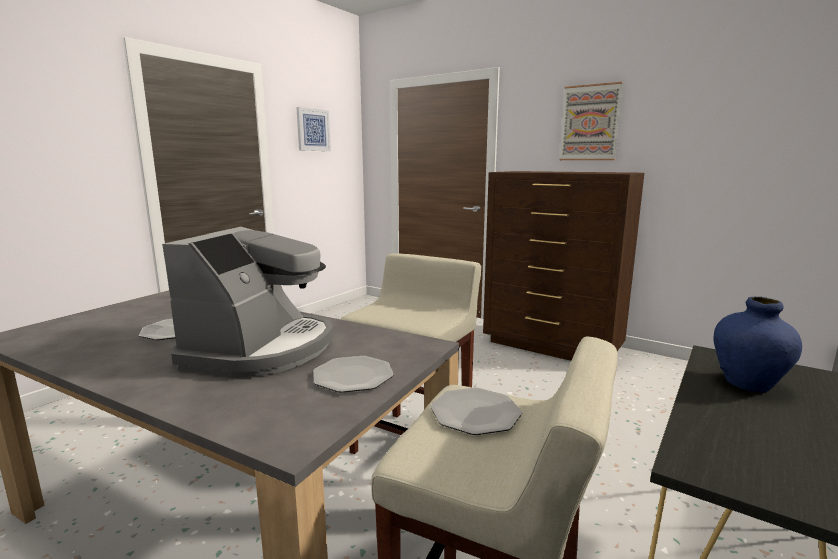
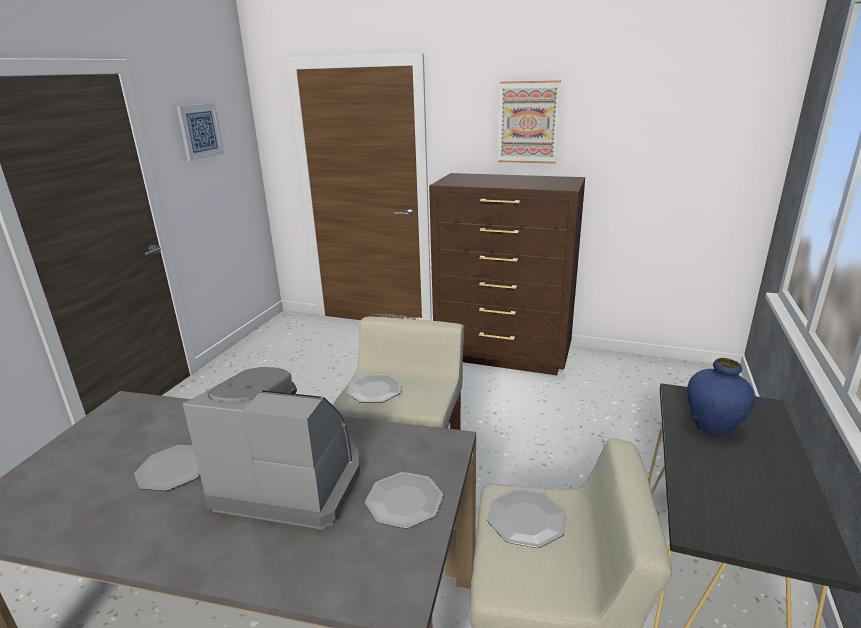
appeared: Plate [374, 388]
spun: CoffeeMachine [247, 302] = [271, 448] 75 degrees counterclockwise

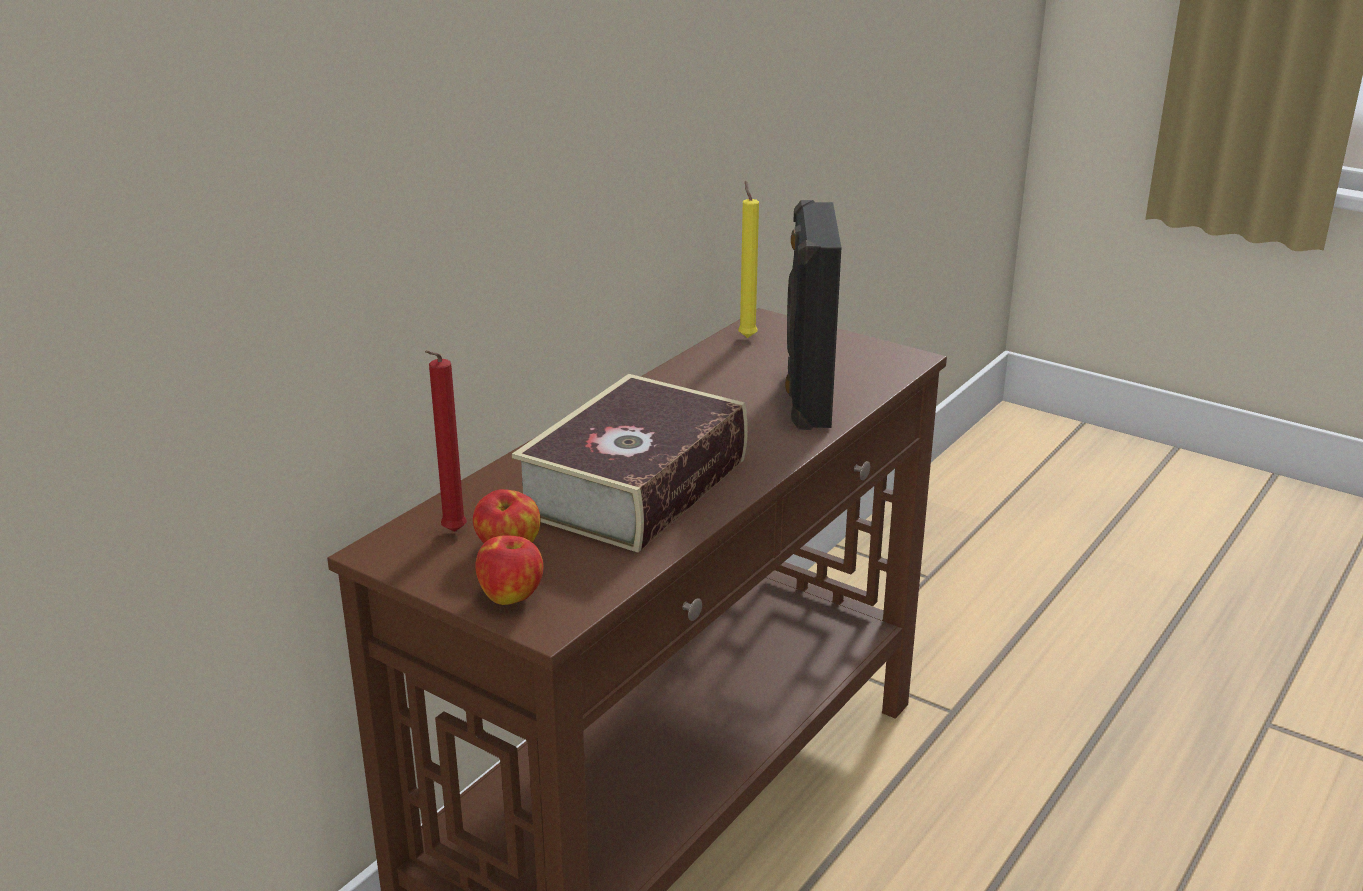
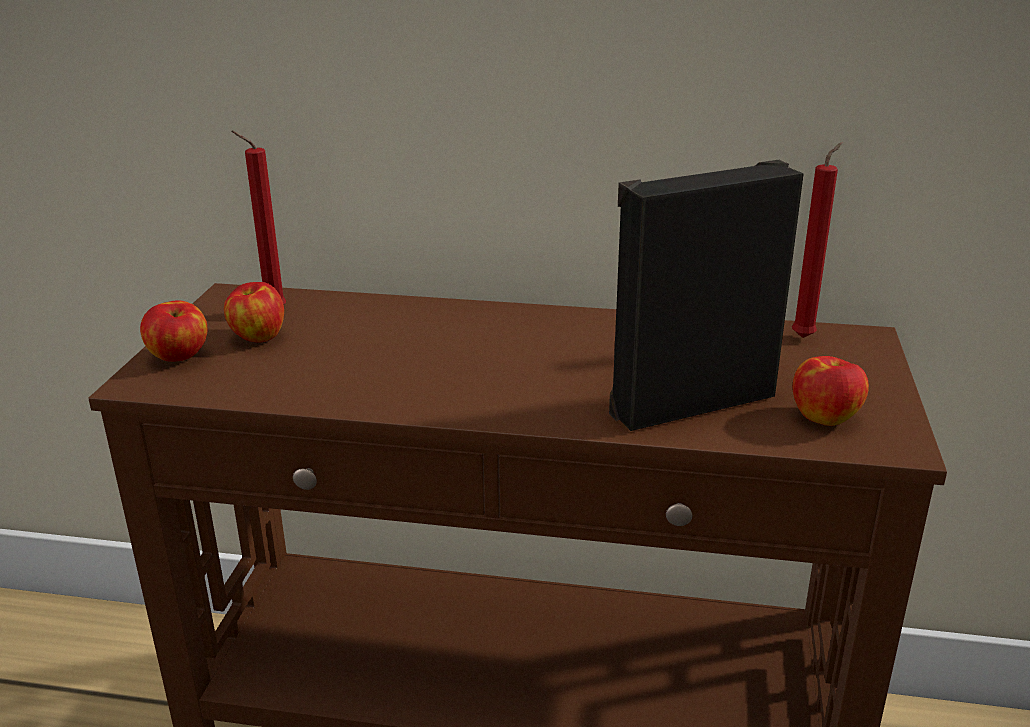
missing: Book [630, 463]
appeared: Apple [830, 391]
colour: YellowCandle [748, 259] to RedCandle [817, 240]

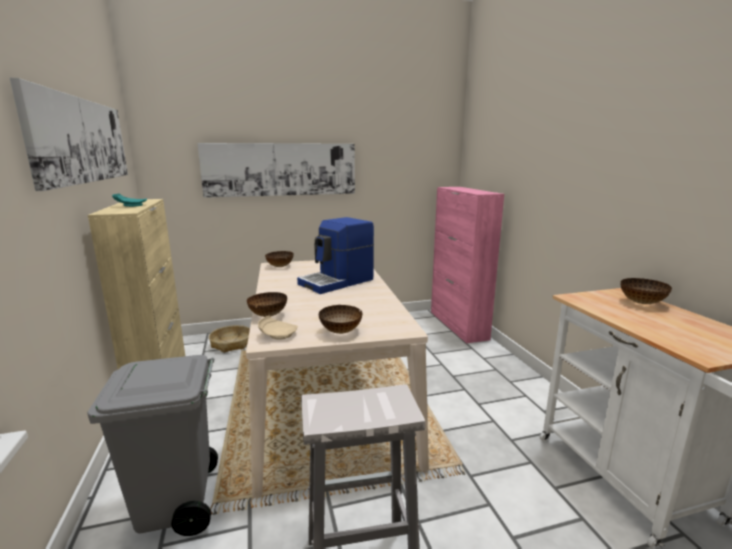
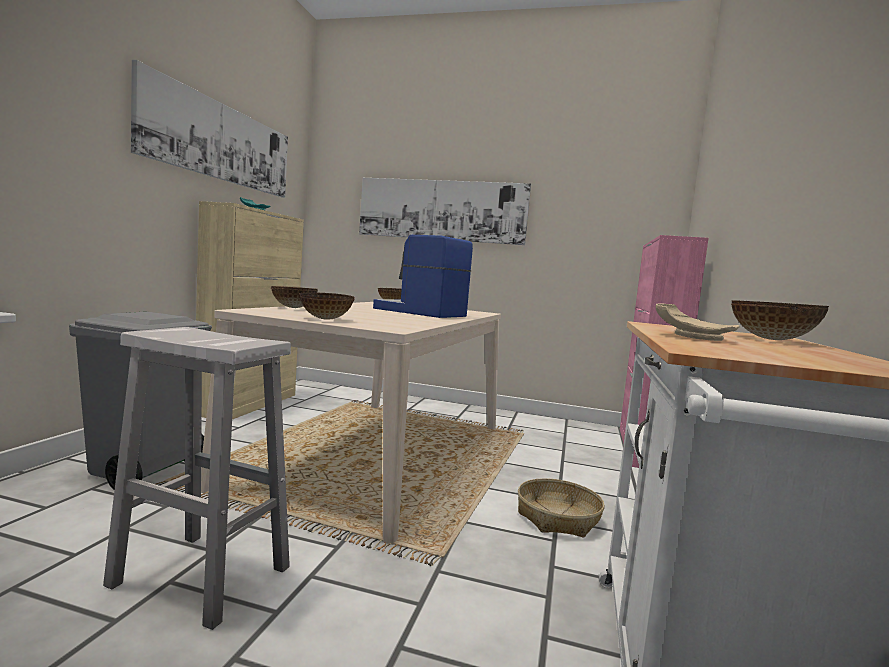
relocated: Basket [229, 339] to [561, 507]; BeigePlate [278, 327] to [698, 322]
spun: CoffeeMachine [335, 255] = [423, 276] 45 degrees clockwise

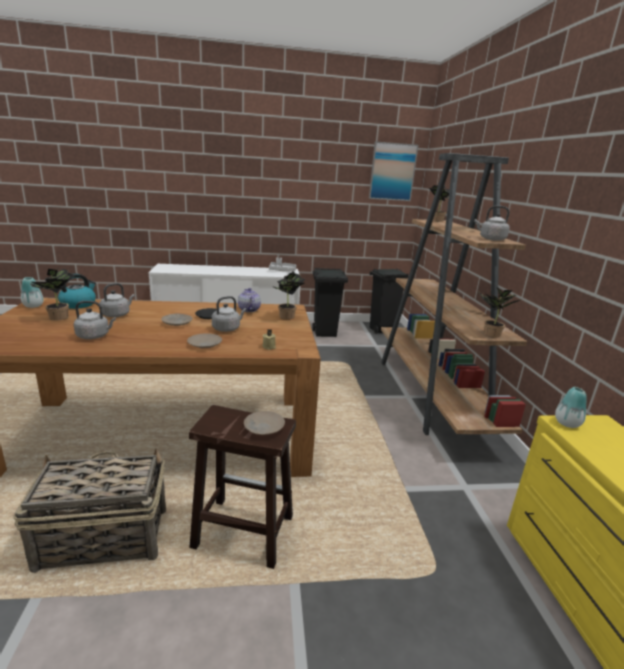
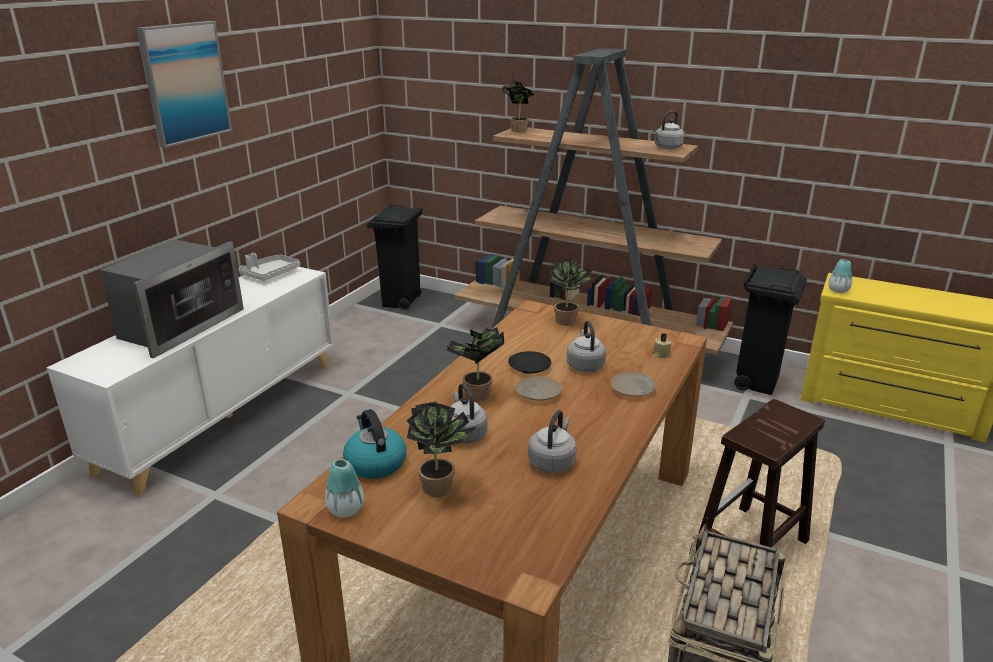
missing: Teapot [249, 300]; BeigePlate [264, 423]
appeared: Microwave [172, 299]
relocated: Picture [393, 171] to [184, 84]; PottedPlant [500, 312] to [474, 364]; BlackTrashCan [330, 302] to [770, 329]

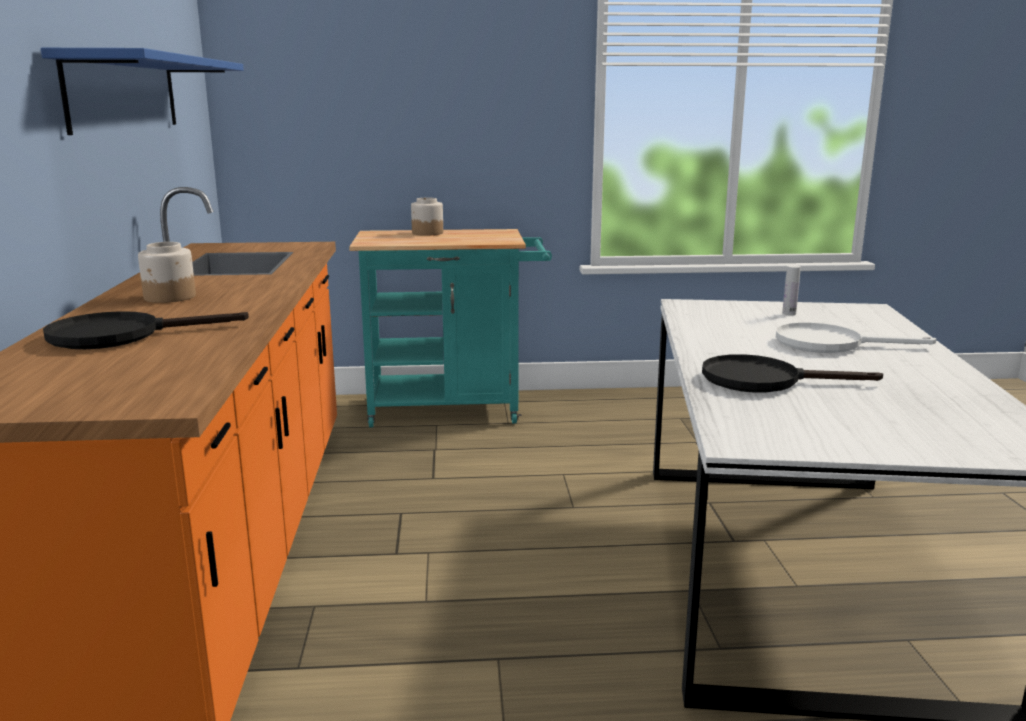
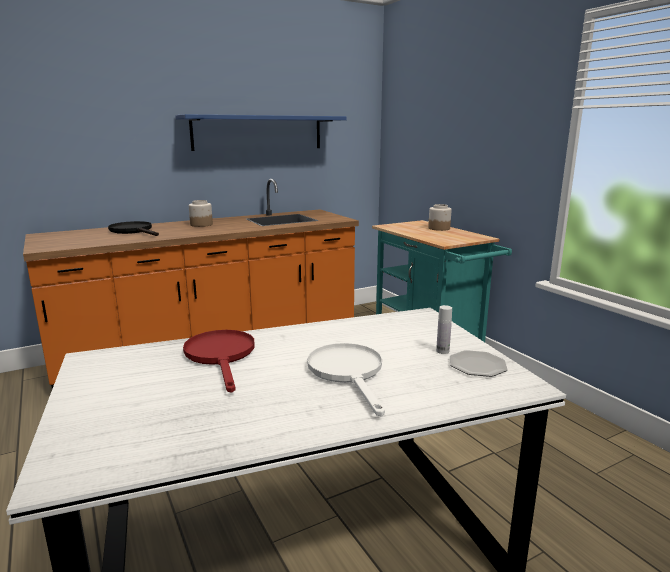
appeared: Plate [479, 363]
colour: BlackFryingPan [792, 373] to RedFryingPan [219, 361]

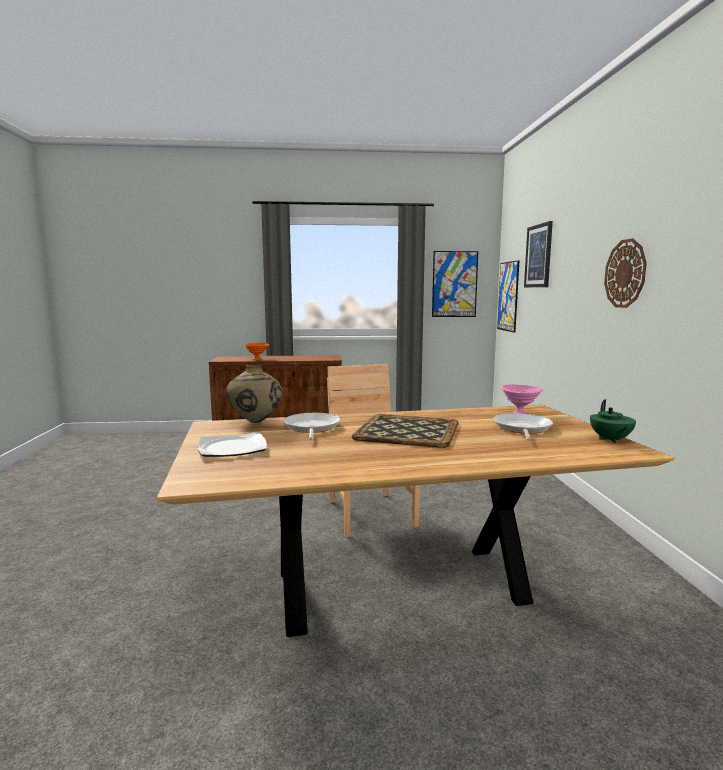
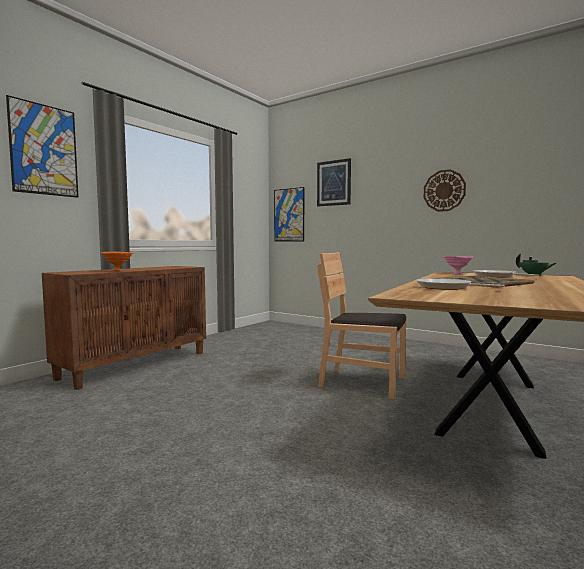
missing: Plate [232, 444]; BeigeVase [254, 394]
relocated: Picture [455, 284] to [42, 146]

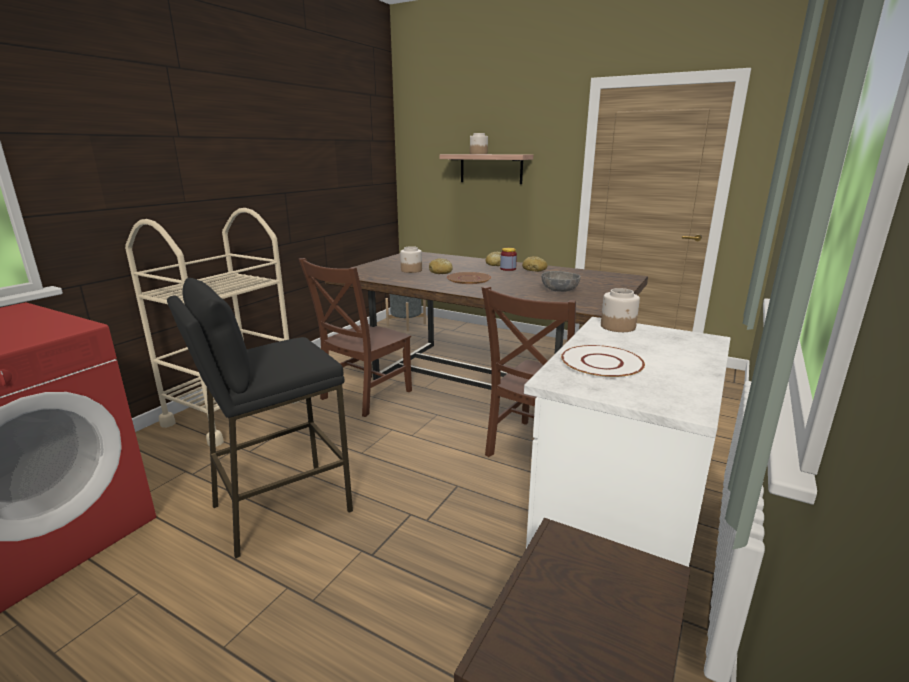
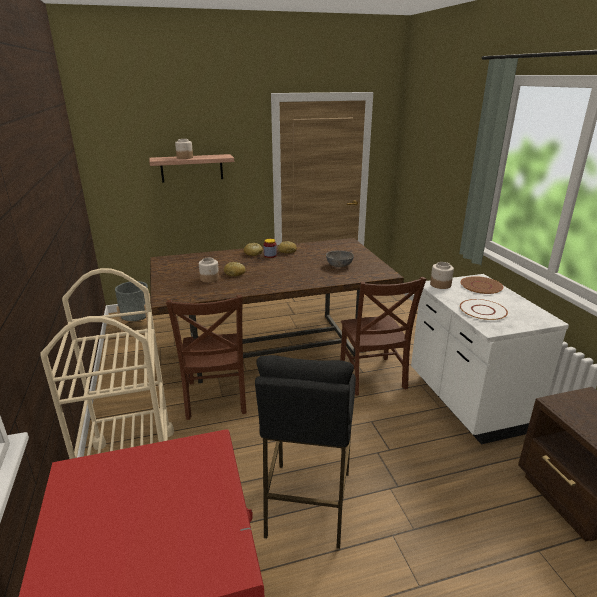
relocated: BrownPlate [469, 278] to [481, 285]

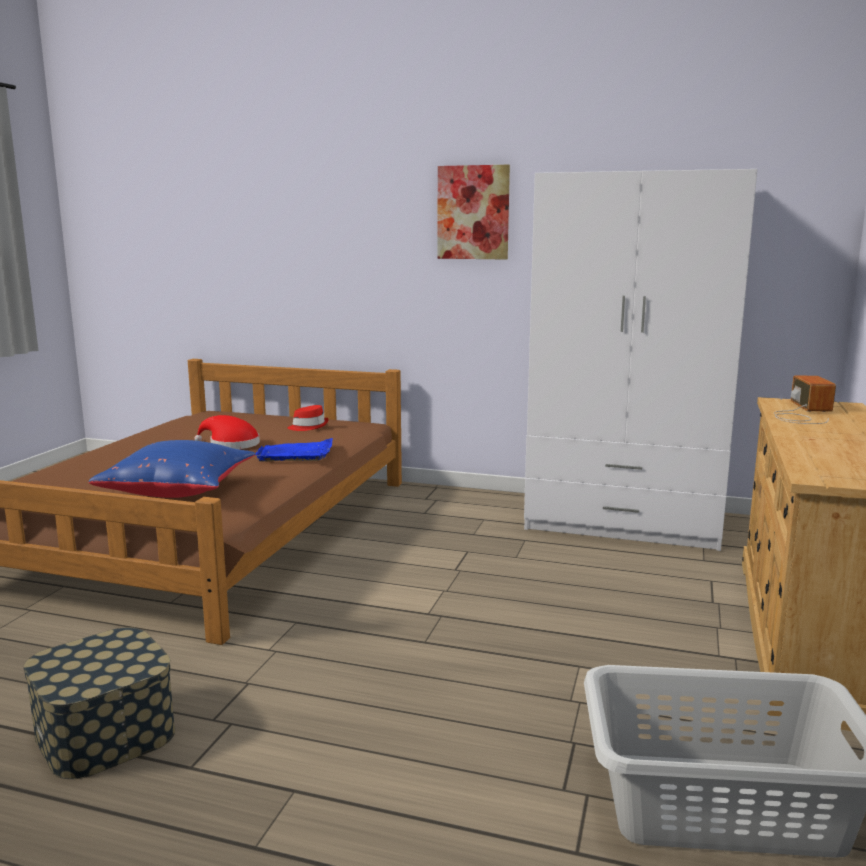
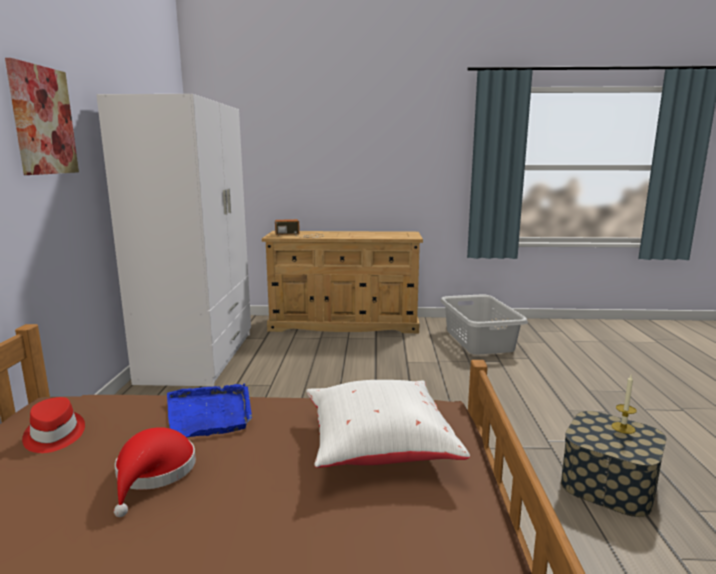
appeared: Candle [624, 404]
colour: BluePillow [172, 469] to WhitePillow [388, 424]

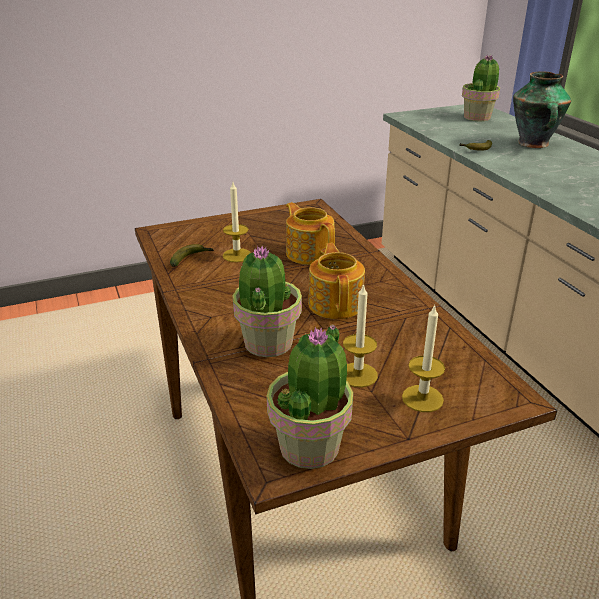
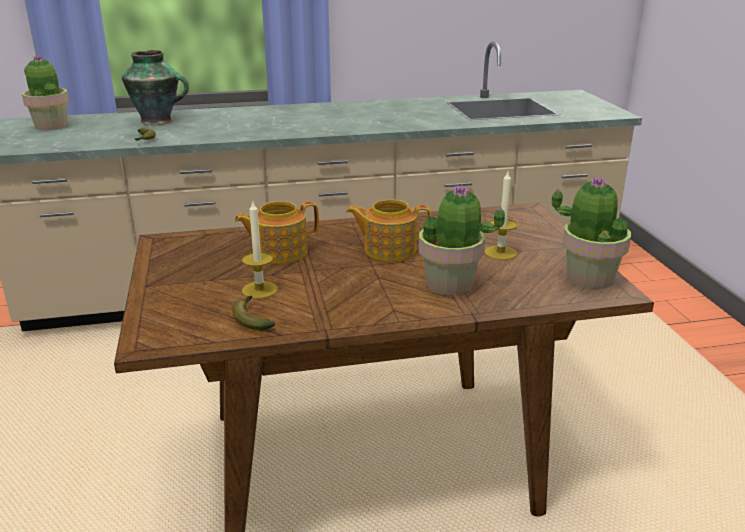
missing: Candle [423, 358]

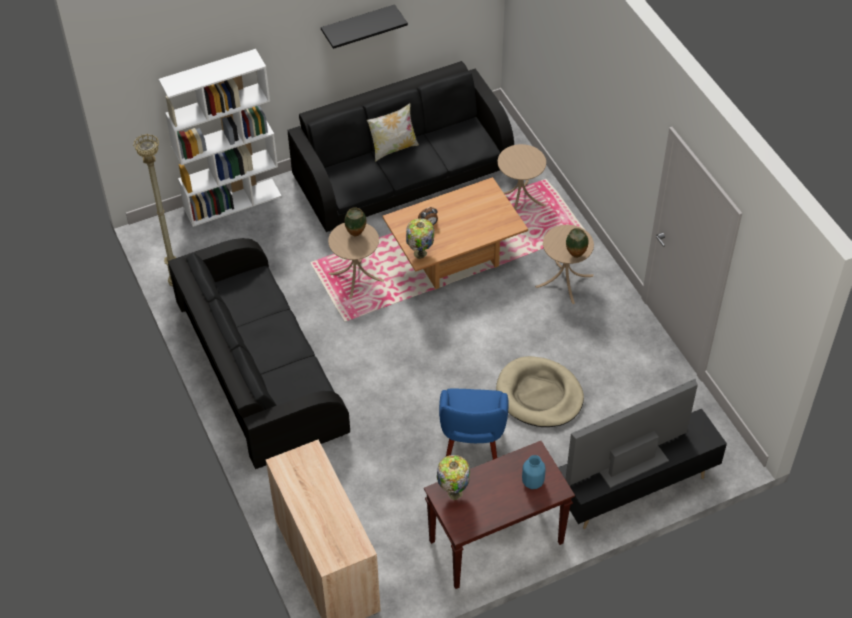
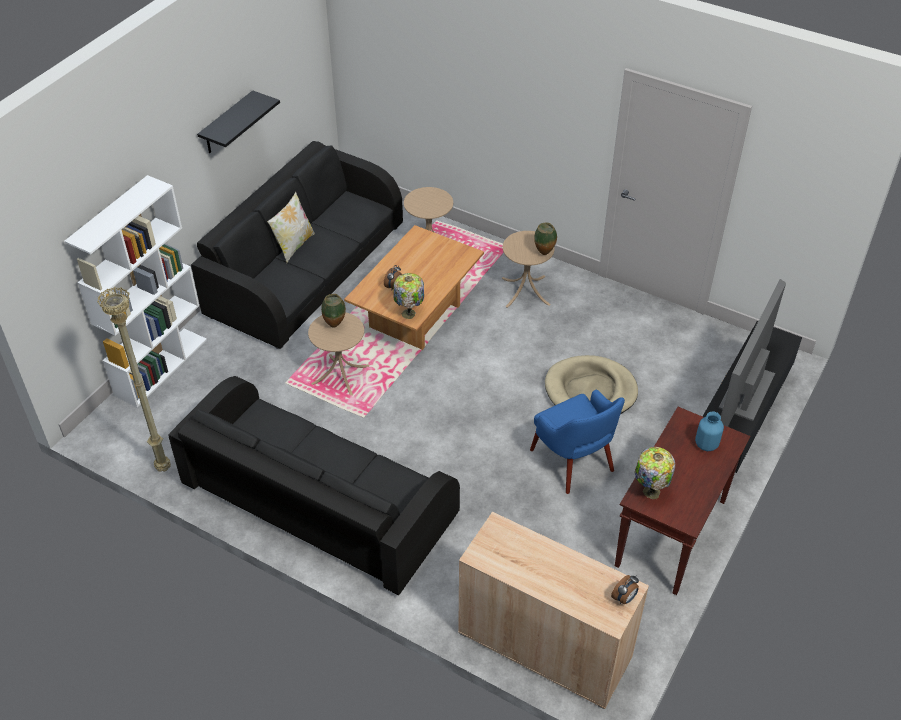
appeared: AlarmClock [625, 589]

